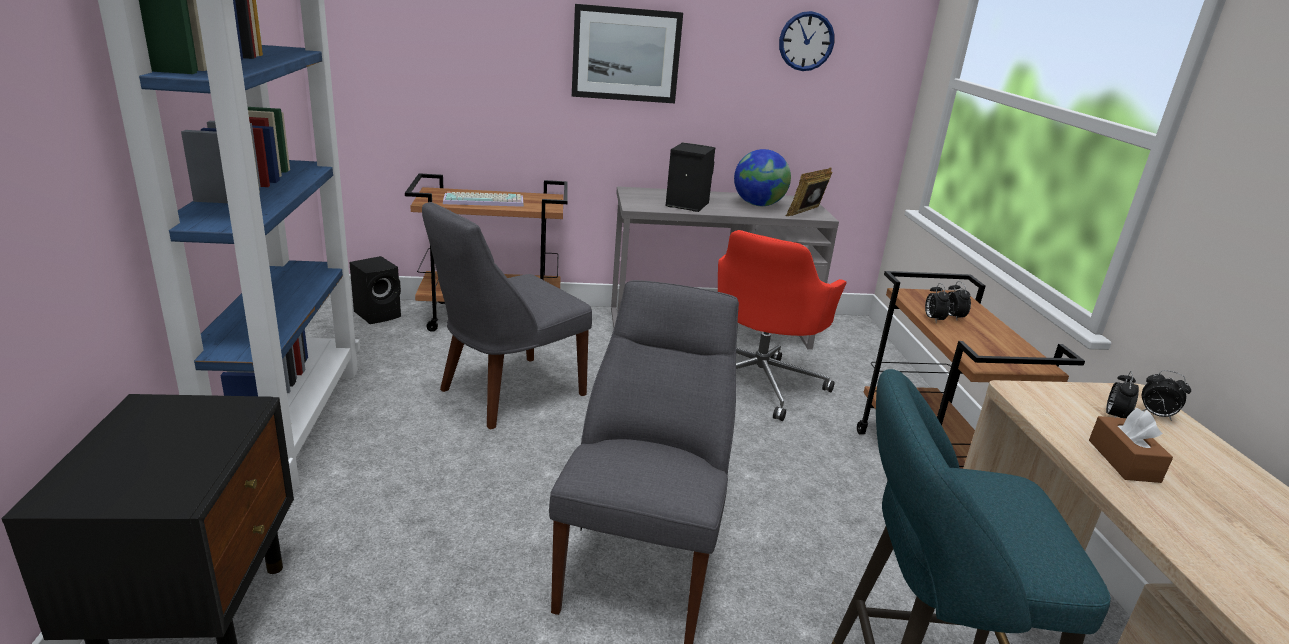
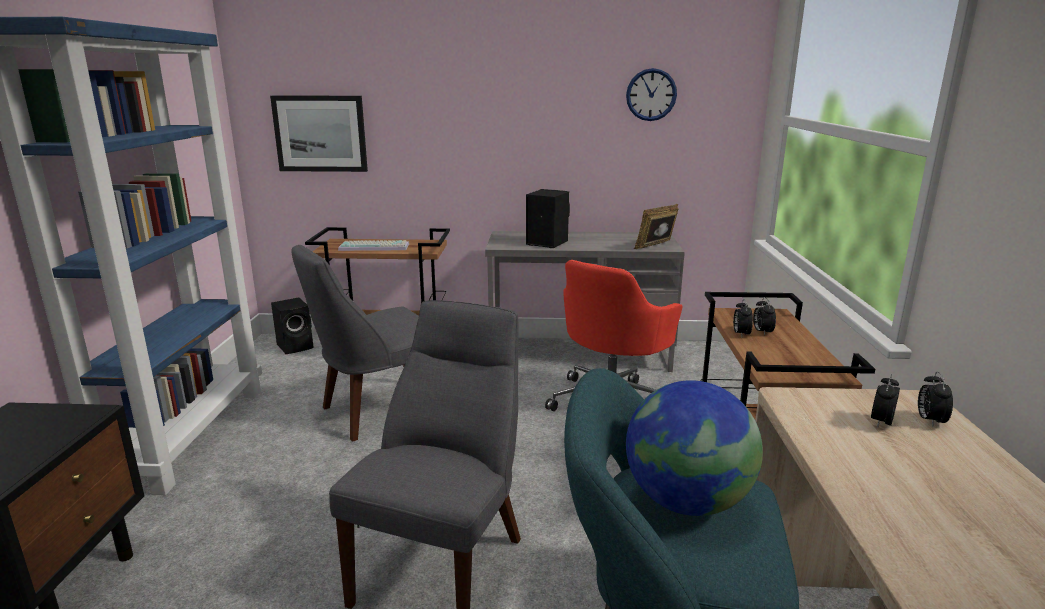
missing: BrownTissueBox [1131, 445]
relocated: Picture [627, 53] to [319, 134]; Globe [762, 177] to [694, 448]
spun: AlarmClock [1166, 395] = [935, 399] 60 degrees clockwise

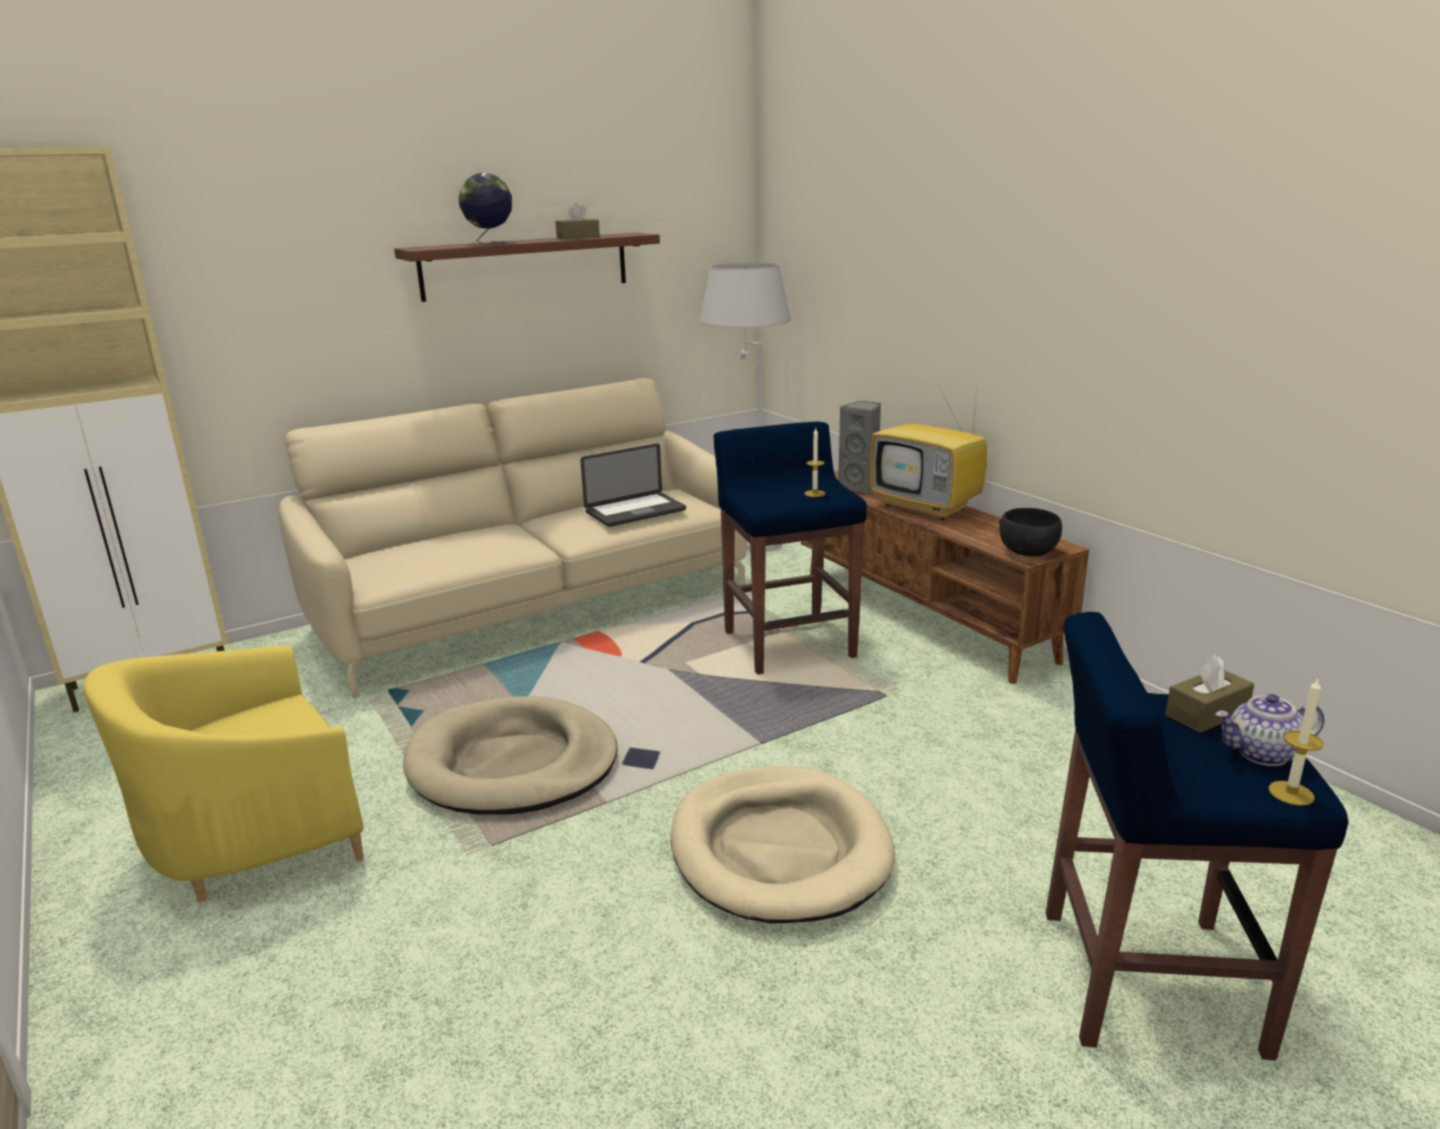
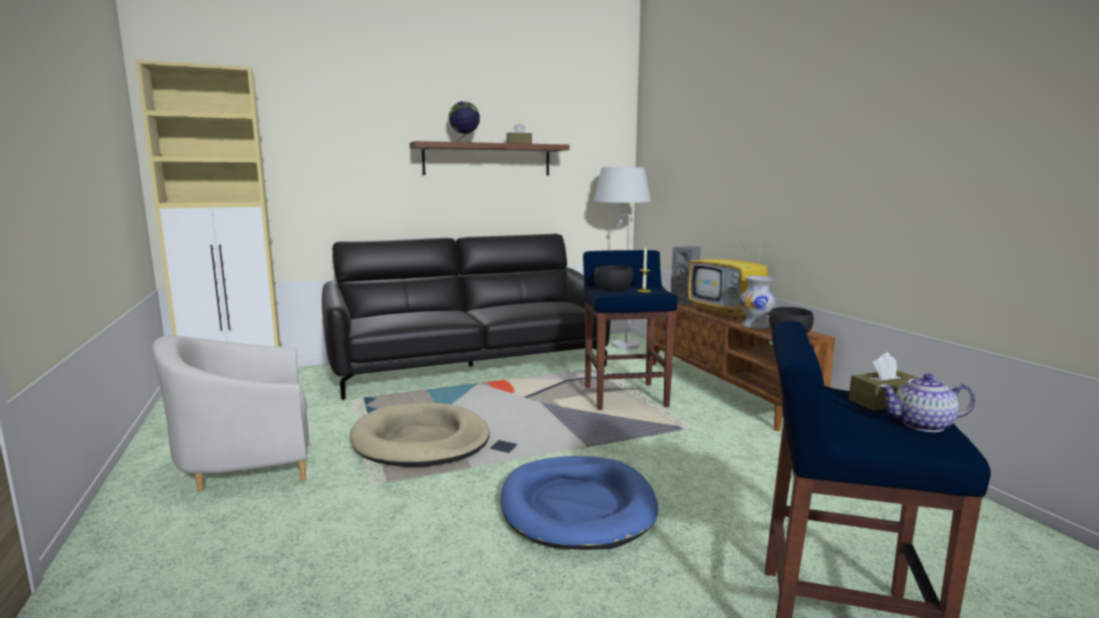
missing: Laptop [633, 485]; Candle [1296, 741]
appeared: BlackBowl [613, 278]; WhiteVase [757, 302]
colour: YellowArmchair [223, 774] to WhiteArmchair [230, 413]; BeigeSofa [513, 538] to BlackSofa [466, 317]; BeigeDogBed [783, 844] to BlueDogBed [579, 503]

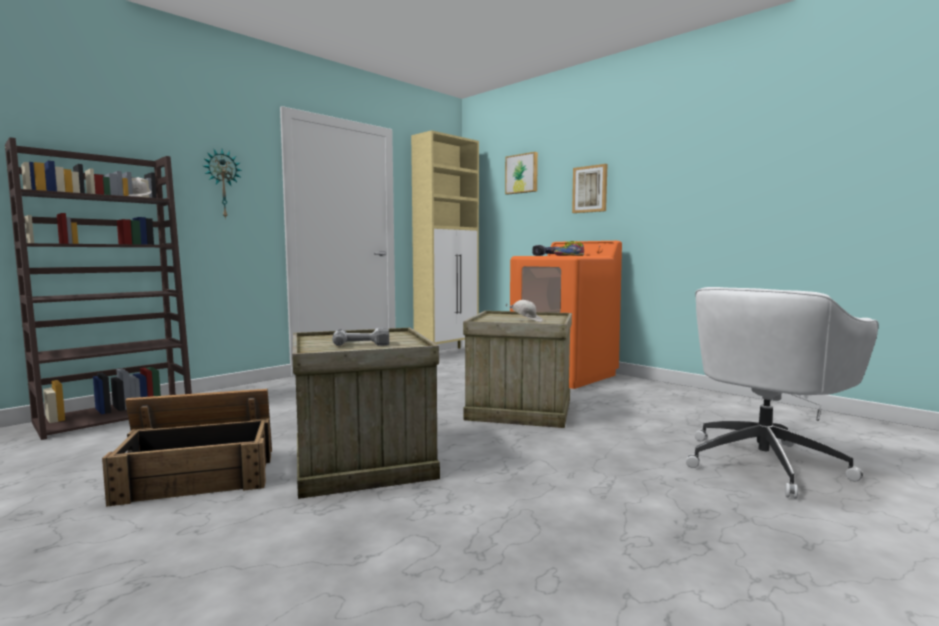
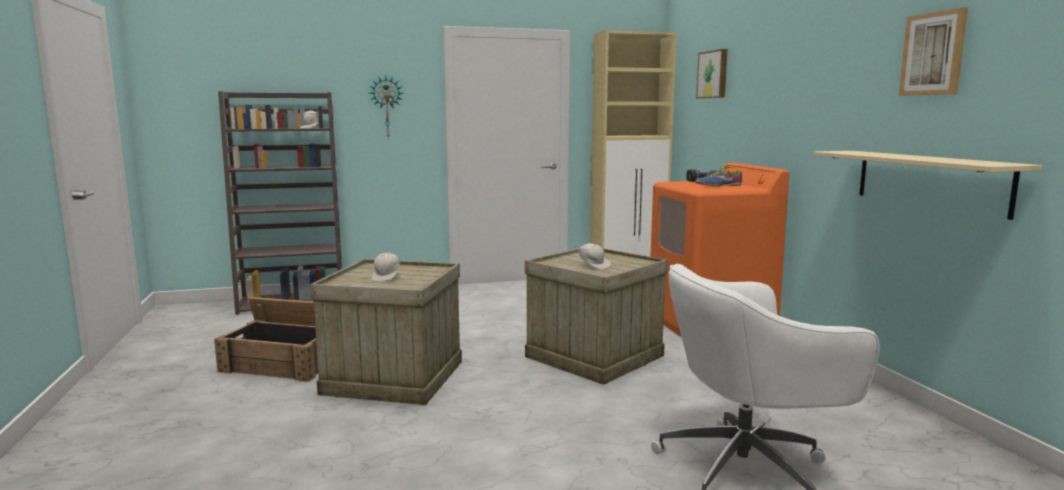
appeared: BeigeShelf [927, 185]
relocated: Picture [589, 188] to [933, 51]
exchanged: PowerDrill [360, 336] to WhiteCap [385, 267]

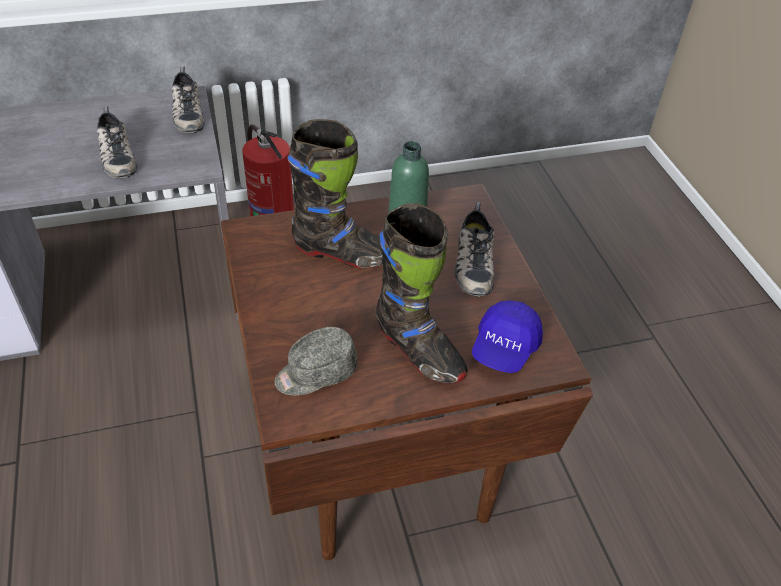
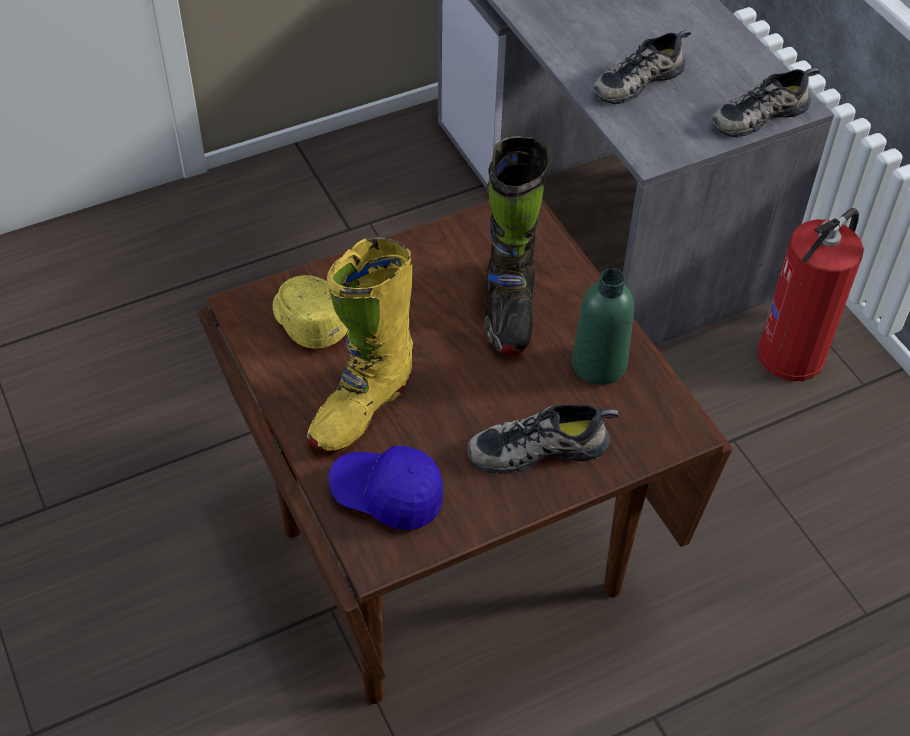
colour: GreyCap [316, 361] to YellowCap [310, 311]; BlackBoot [421, 293] to YellowBoot [360, 345]

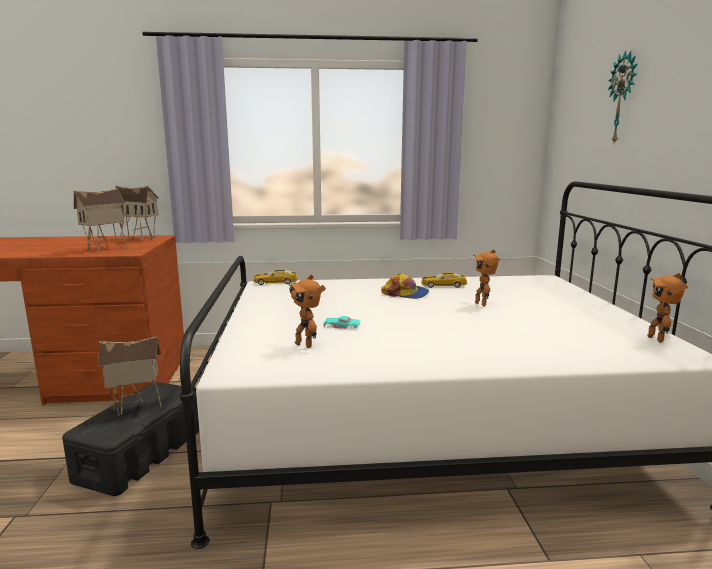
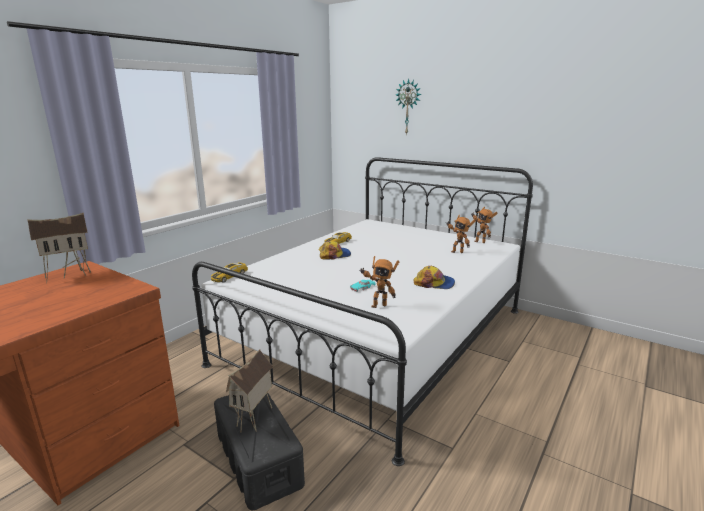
missing: ToyHouse [100, 220]
appeared: Cap [434, 277]
relocated: ToyRobot [487, 277] to [461, 233]

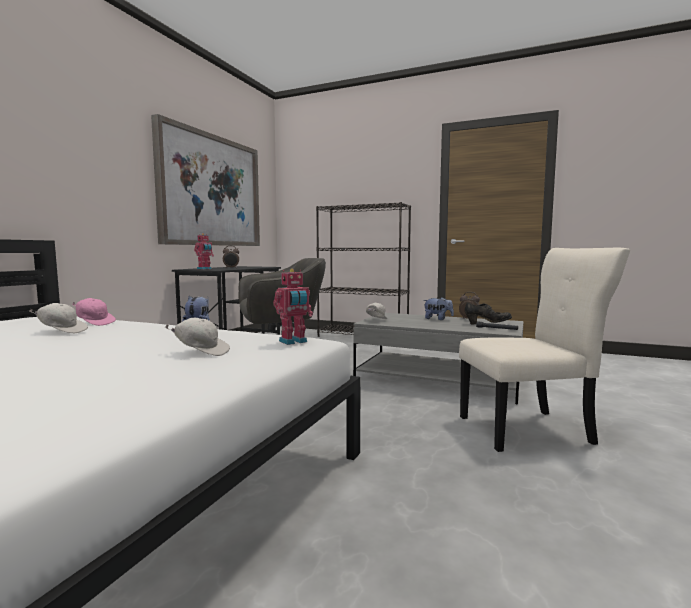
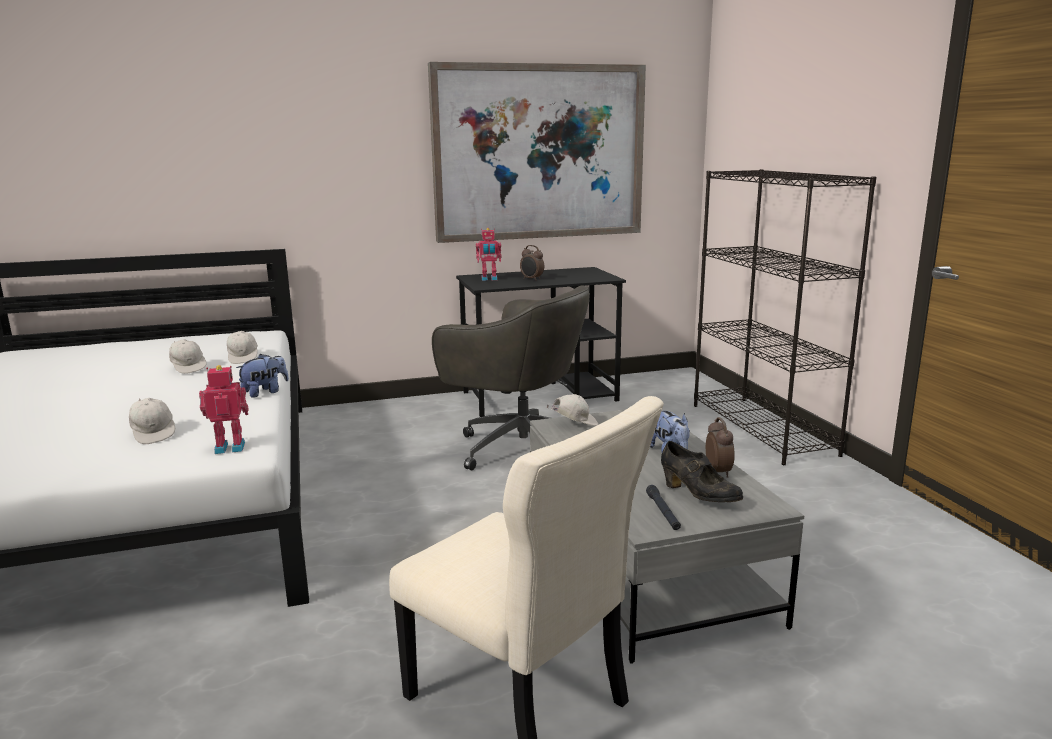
colour: PinkCap [94, 312] to WhiteCap [242, 347]
spun: ToyRobot [293, 307] = [223, 409] 150 degrees clockwise

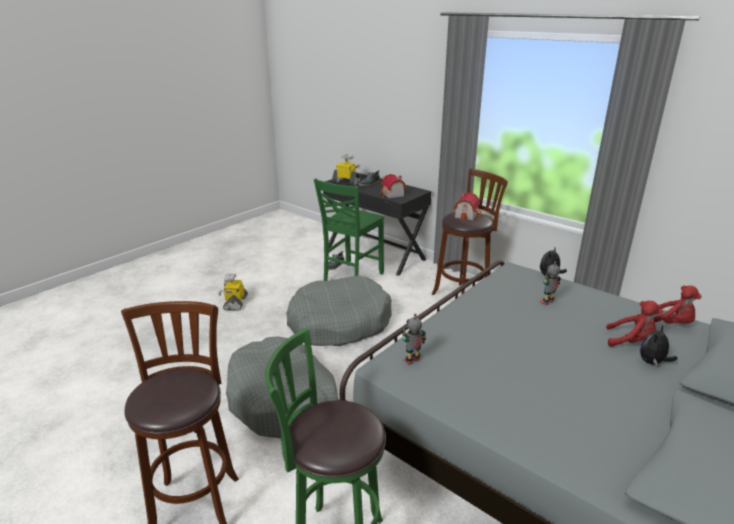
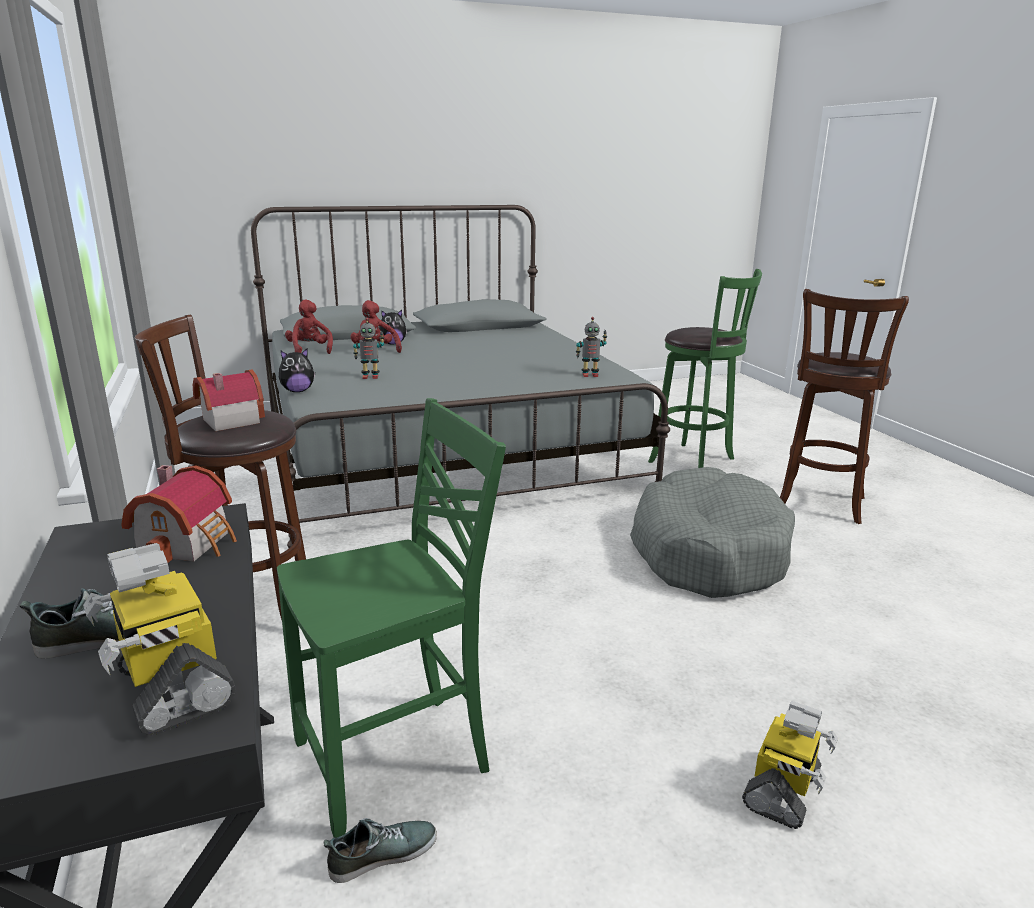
missing: GreyDogBed [339, 311]

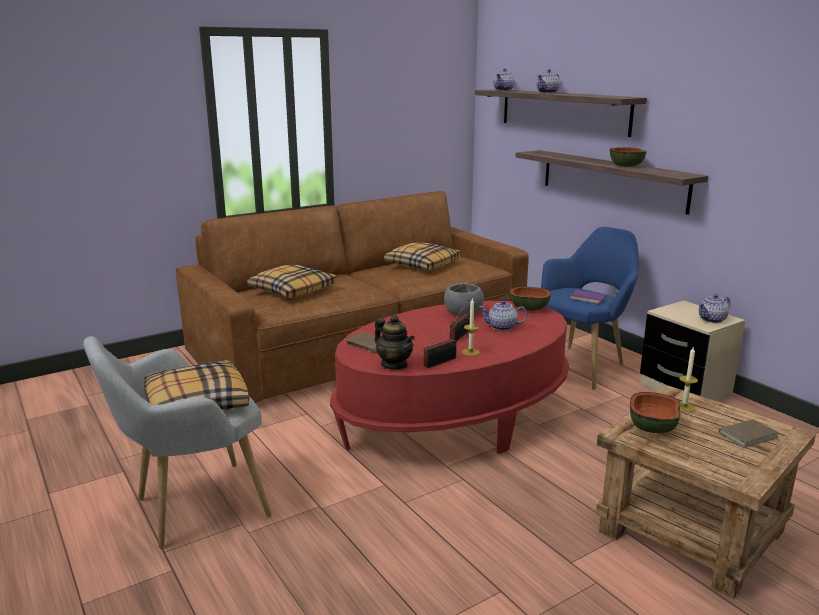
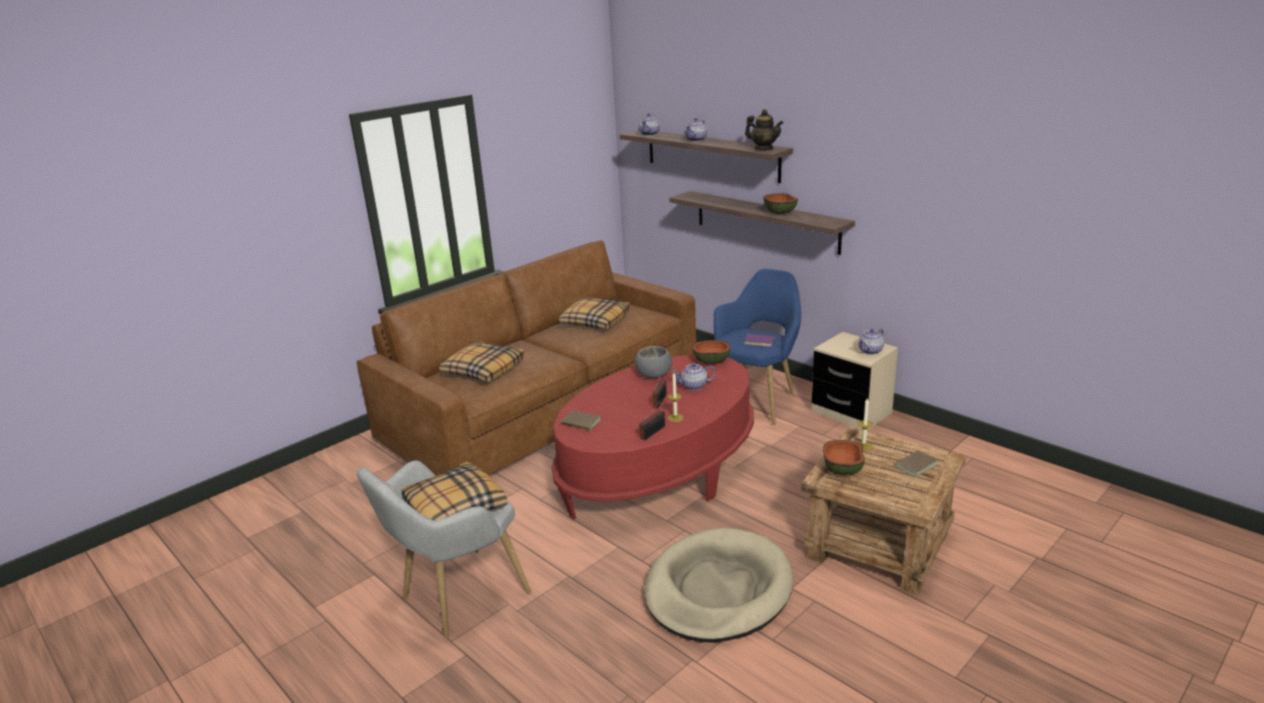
appeared: BeigeDogBed [718, 585]
relocated: Teapot [395, 342] to [764, 129]

